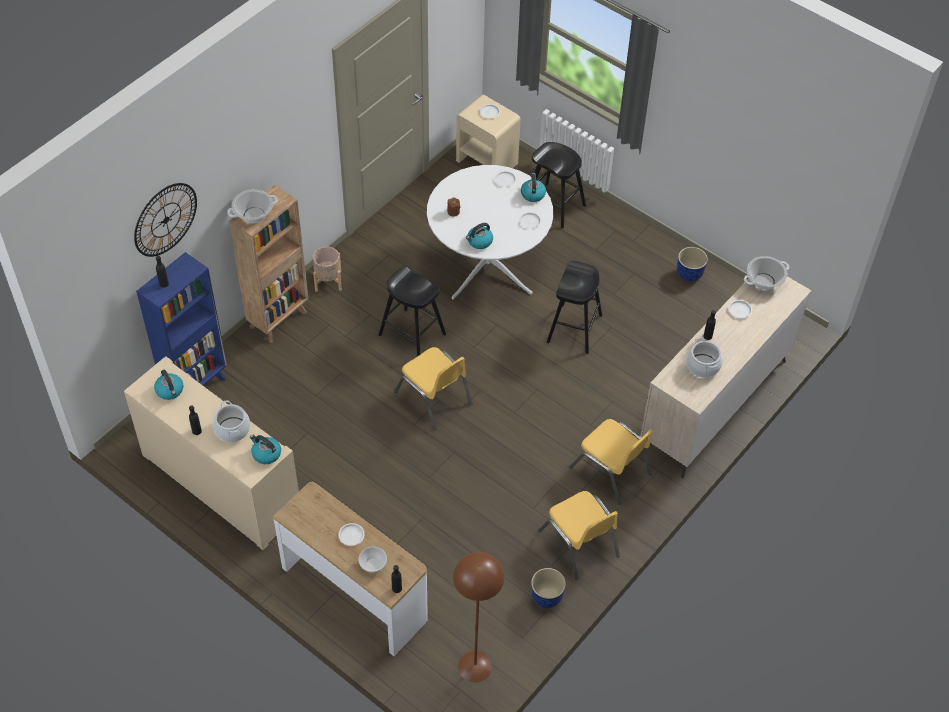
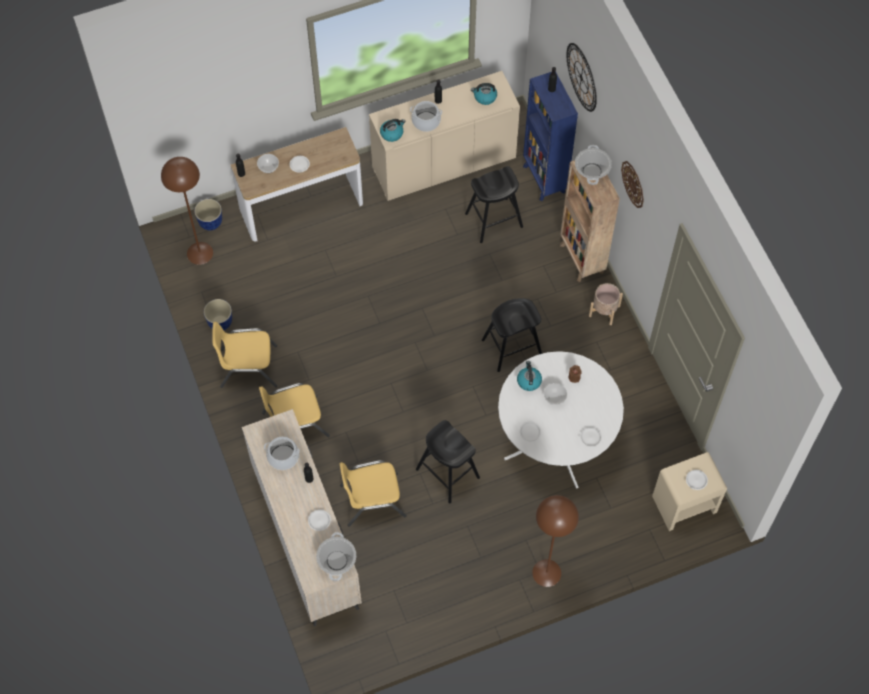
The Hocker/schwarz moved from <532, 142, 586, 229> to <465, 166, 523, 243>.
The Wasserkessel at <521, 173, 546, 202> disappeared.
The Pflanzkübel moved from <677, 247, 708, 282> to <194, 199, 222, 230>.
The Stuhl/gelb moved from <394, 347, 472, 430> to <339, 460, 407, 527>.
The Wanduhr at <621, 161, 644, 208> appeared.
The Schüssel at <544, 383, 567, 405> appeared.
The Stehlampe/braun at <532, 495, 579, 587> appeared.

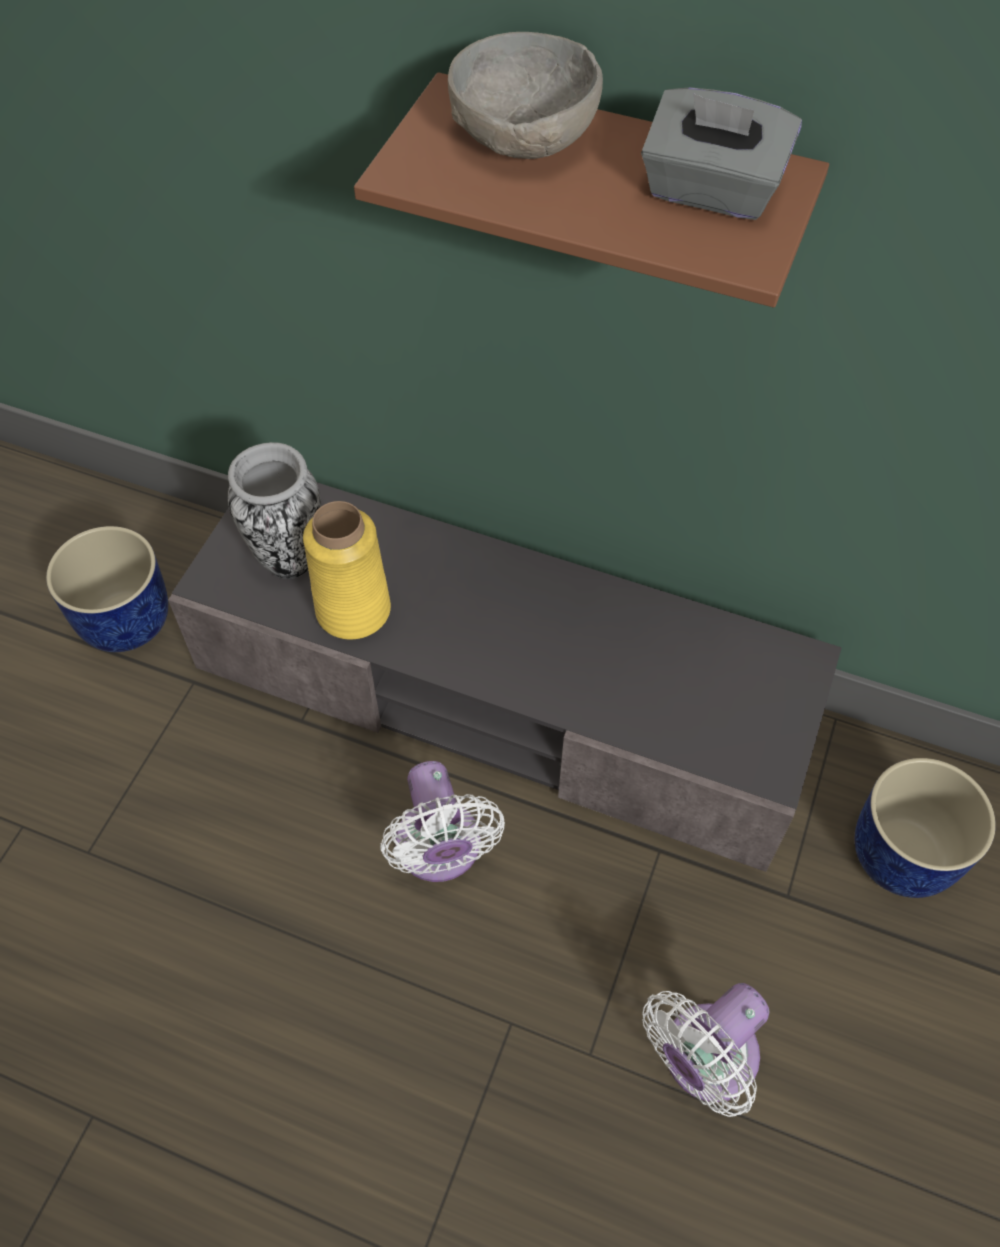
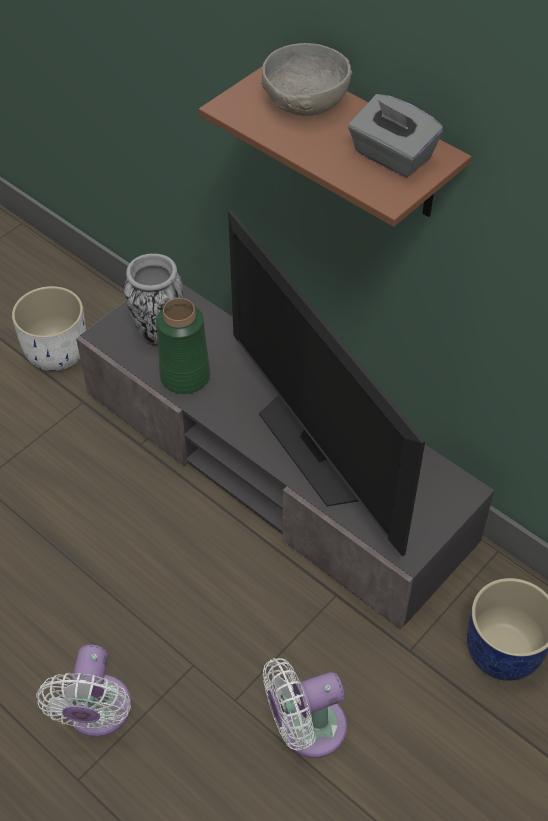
The Vase/gelb at <303, 501, 391, 640> became the Vase/grün at <156, 298, 210, 394>.
The Pflanzkübel/blau at <46, 526, 168, 652> became the Pflanzkübel/weiß at <12, 286, 86, 371>.
The Ventilator/weiß moved from <380, 761, 505, 882> to <36, 645, 131, 737>.
The Fernseher at <228, 210, 425, 556> appeared.

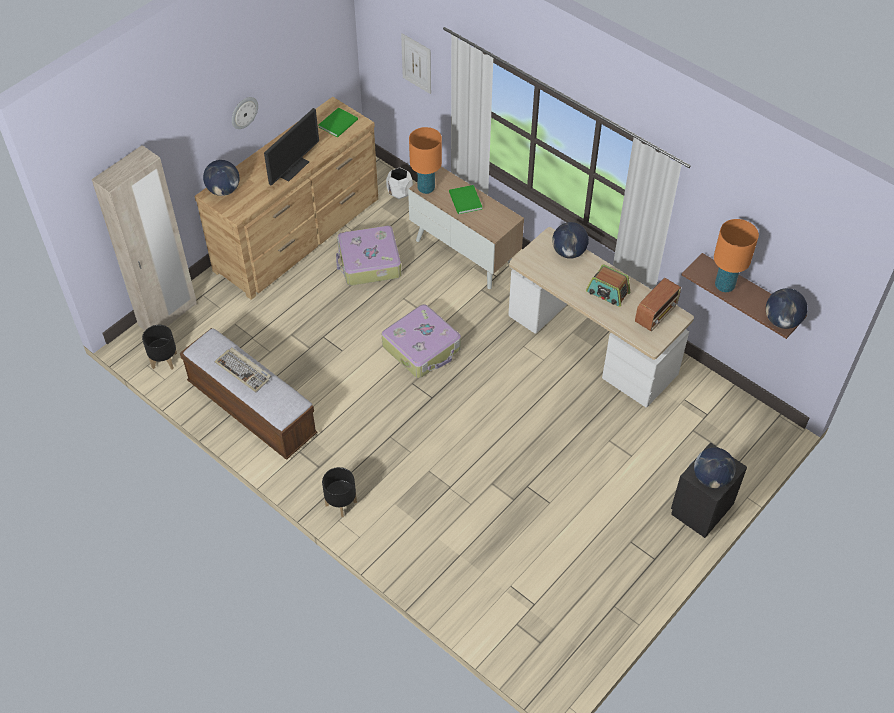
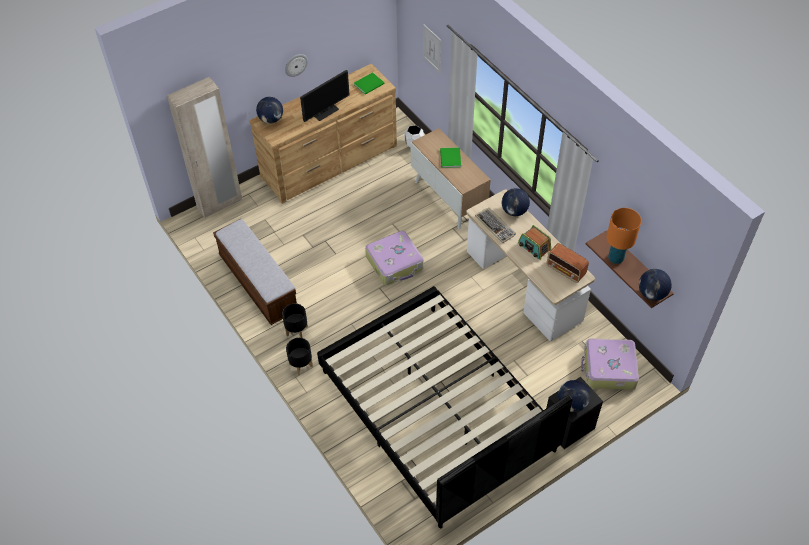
The Tischlampe/orange at <409, 127, 442, 194> disappeared.
The Koffer moved from <336, 226, 402, 286> to <581, 339, 639, 390>.
The Radio at <635, 278, 681, 331> turned 75 degrees clockwise.
The Pflanzkübel/schwarz moved from <142, 325, 177, 370> to <282, 303, 308, 338>.
The Tastatur moved from <215, 347, 271, 393> to <475, 207, 516, 243>.
The Bett/schwarz at <317, 286, 573, 529> appeared.

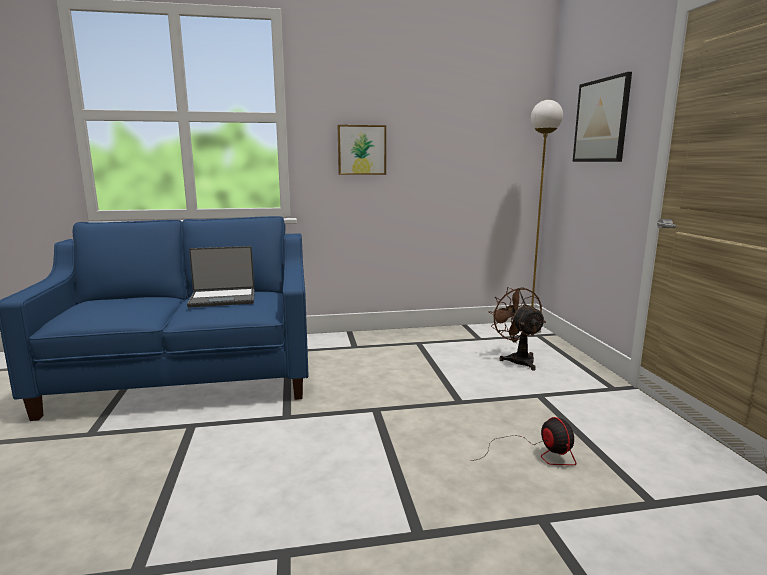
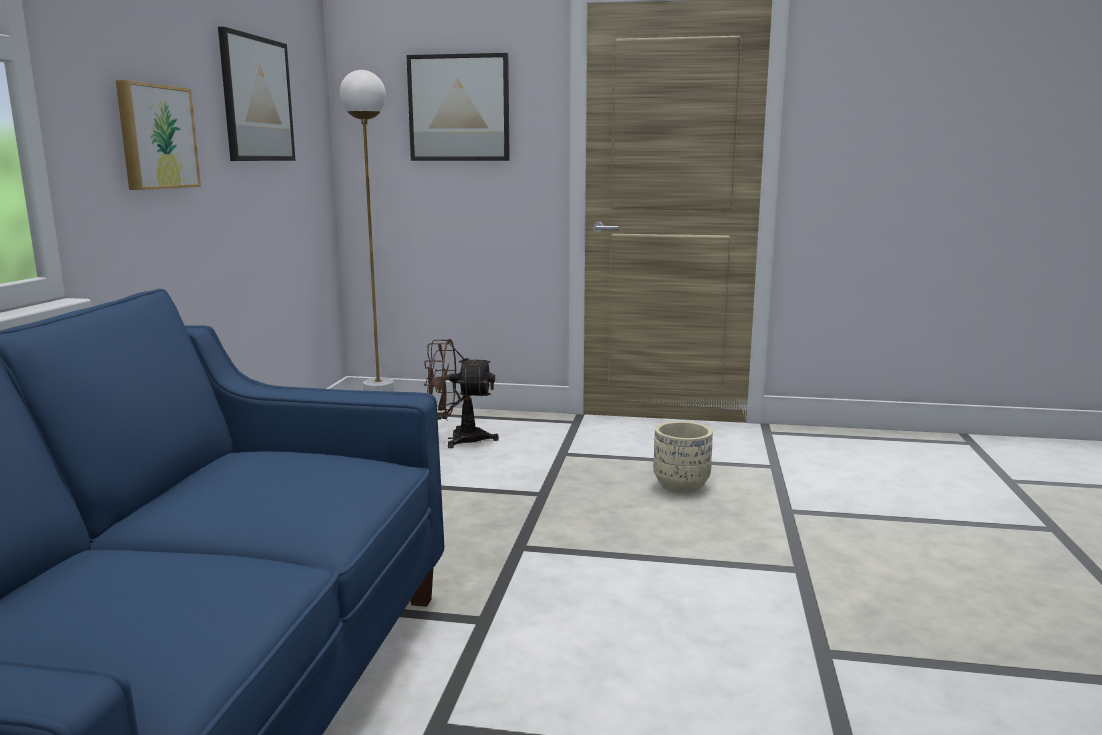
The Laptop at <187, 246, 255, 308> disappeared.
The Ventilator at <471, 417, 576, 465> was replaced by the Pflanzkübel/beige at <653, 421, 713, 494>.
The Bild at <218, 27, 295, 161> appeared.

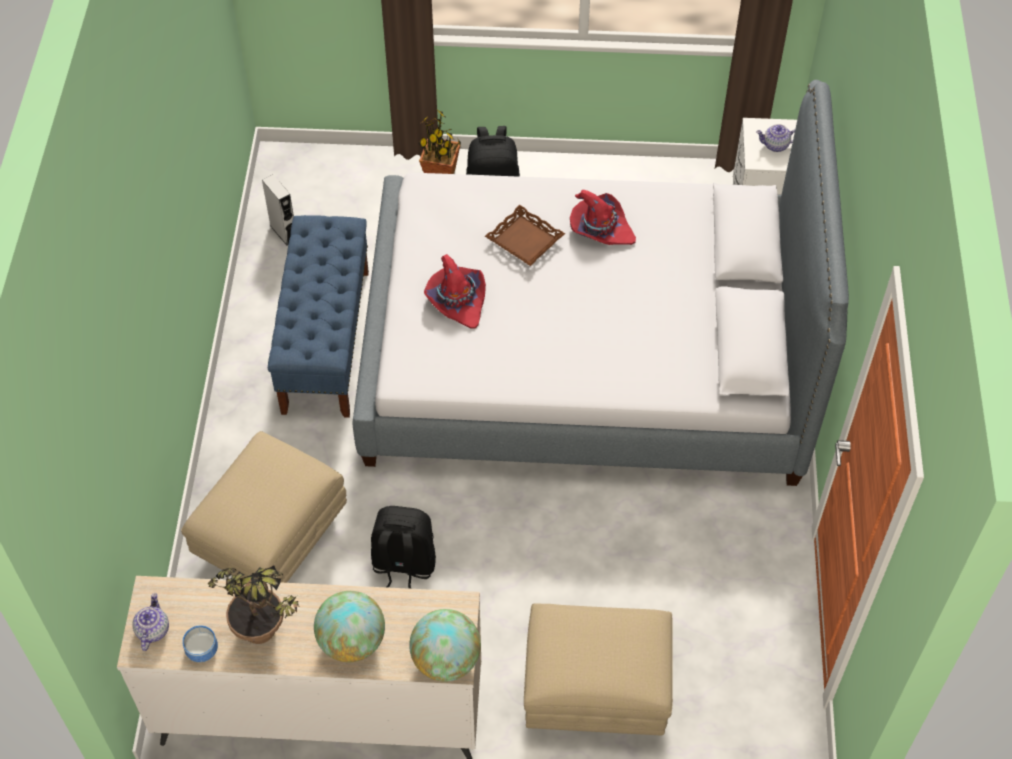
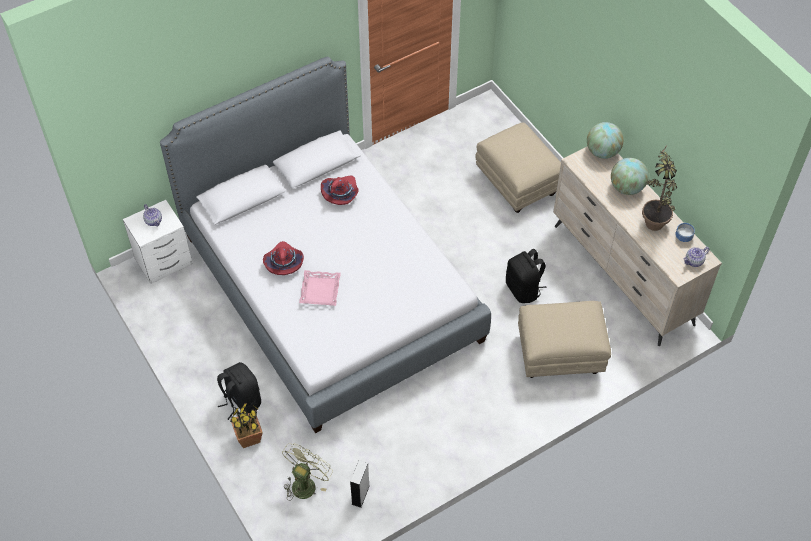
The Tablett/braun at <485, 205, 565, 266> became the Tablett/rosa at <299, 270, 341, 306>.
The Bank/blau at <268, 215, 369, 418> disappeared.
The Hut/rot moved from <424, 254, 486, 328> to <321, 175, 359, 205>.
The Ventilator/grün at <282, 443, 333, 501> appeared.

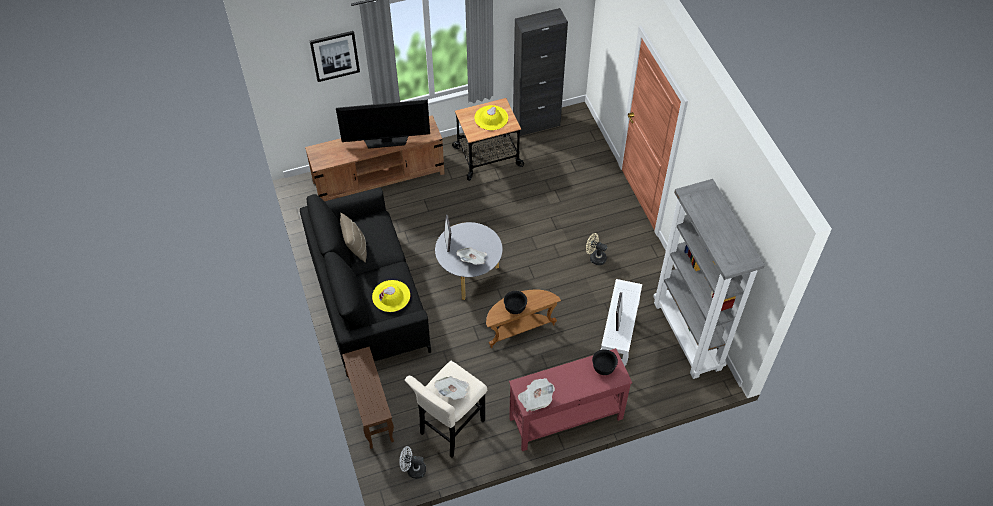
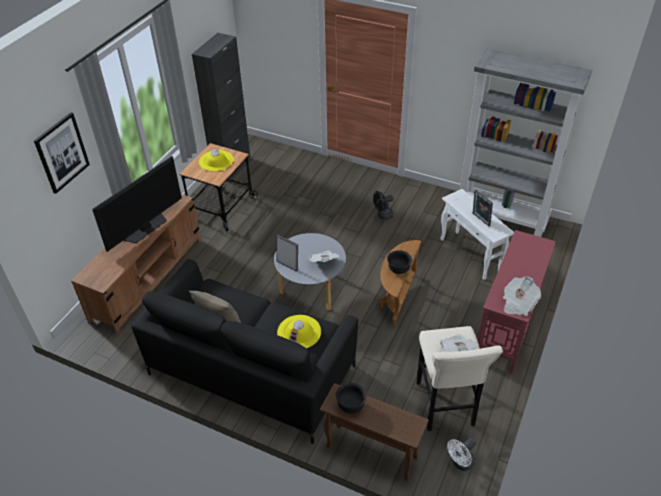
The Ventilator/beige at <586, 233, 607, 265> became the Ventilator/schwarz at <373, 191, 394, 220>.
The Schüssel/schwarz moved from <592, 349, 618, 375> to <336, 383, 366, 414>.

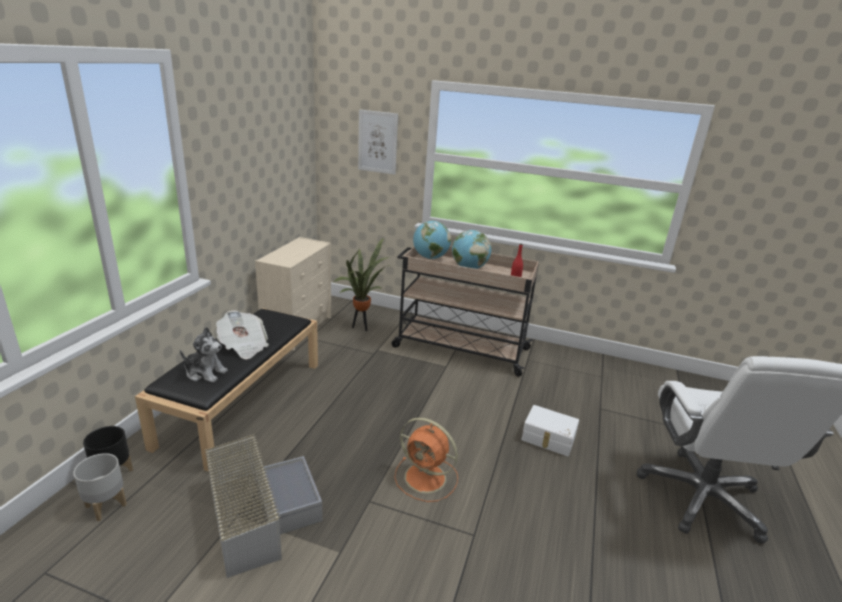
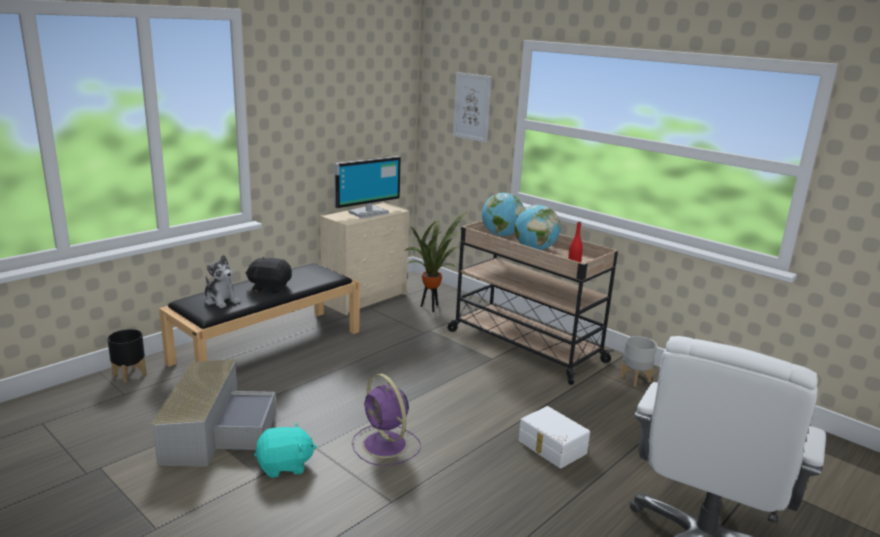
The Zeitung at <216, 310, 269, 359> was replaced by the Plüschtier/schwarz at <246, 257, 292, 293>.
The Ventilator/orange at <394, 418, 458, 502> became the Ventilator/lila at <352, 373, 421, 466>.
The Pflanzkübel/grau moved from <73, 453, 127, 521> to <620, 336, 657, 386>.
The Monitor at <334, 156, 401, 218> appeared.
The Plüschtier/türkis at <254, 423, 317, 478> appeared.

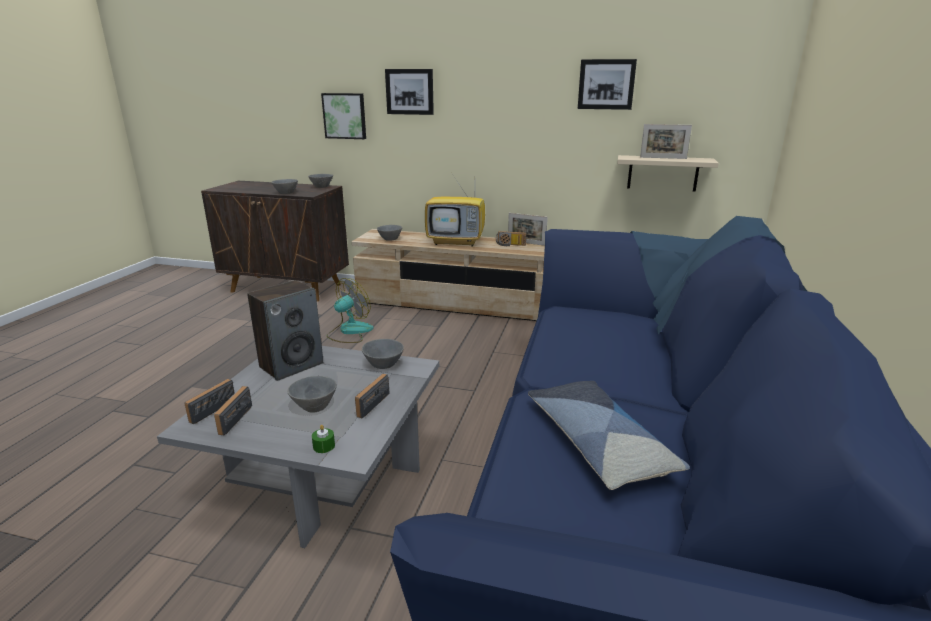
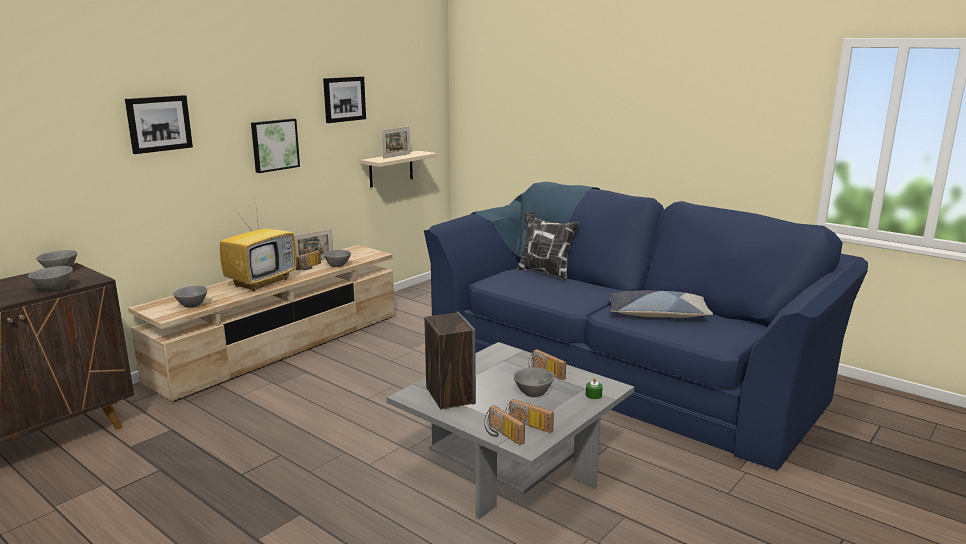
The Bild moved from <321, 93, 366, 139> to <251, 119, 300, 173>.
The Ventilator at <327, 278, 374, 343> disappeared.
The Schüssel/grau moved from <362, 339, 404, 369> to <323, 250, 351, 267>.
The Kissen at <517, 211, 579, 281> appeared.

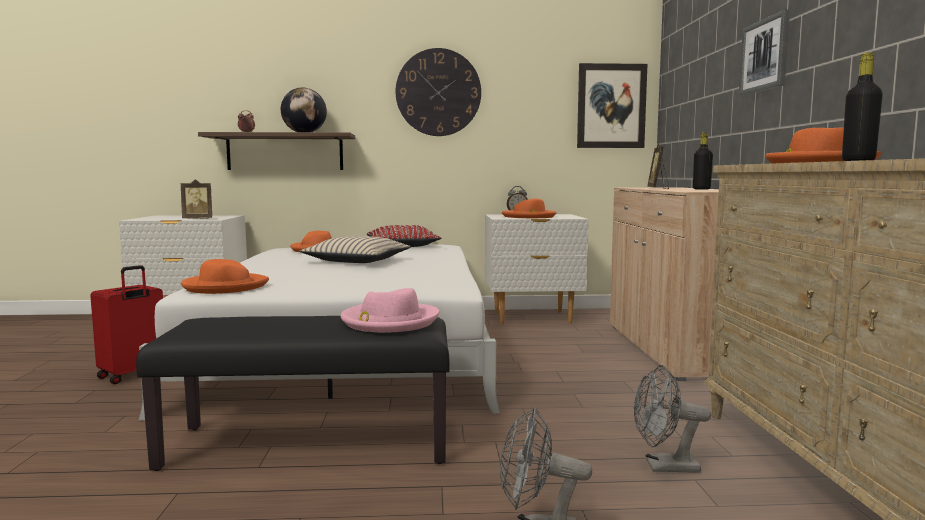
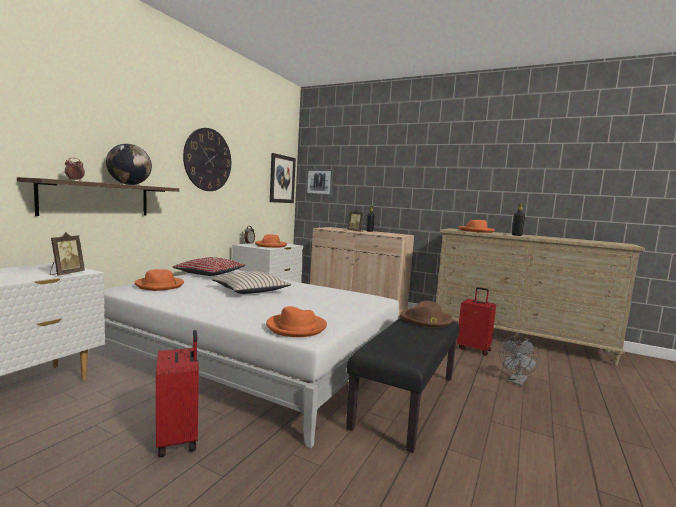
The Bild moved from <739, 10, 790, 96> to <306, 169, 334, 196>.
The Hut/rosa at <341, 288, 439, 332> became the Hut/braun at <400, 301, 453, 327>.
The Ventilator/grau at <634, 365, 711, 473> was replaced by the Koffer/rot at <457, 287, 496, 356>.

